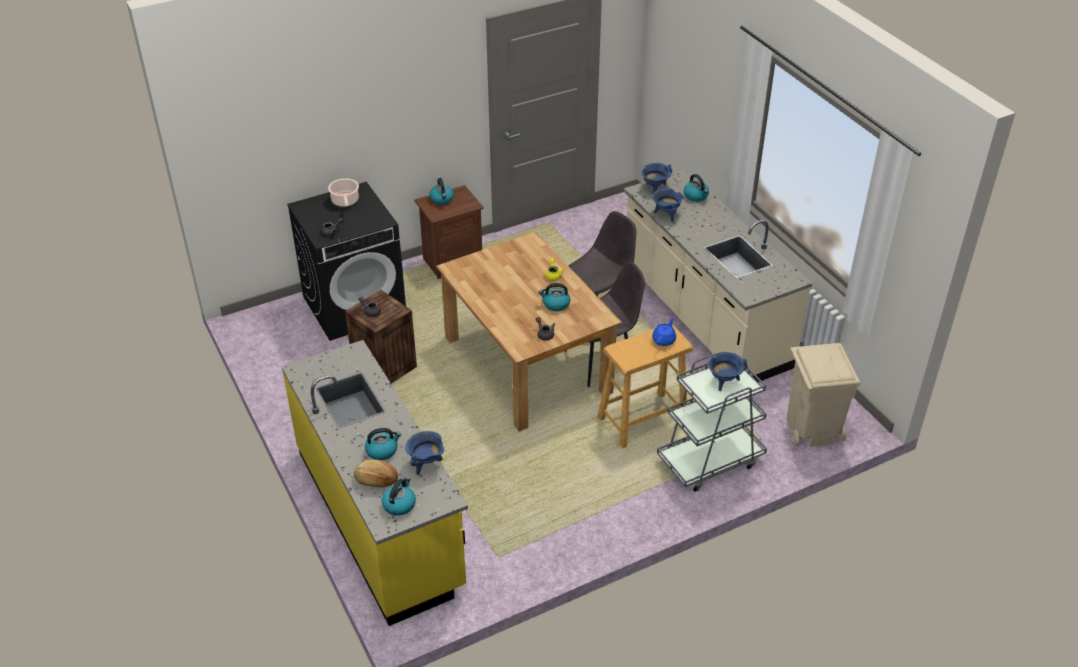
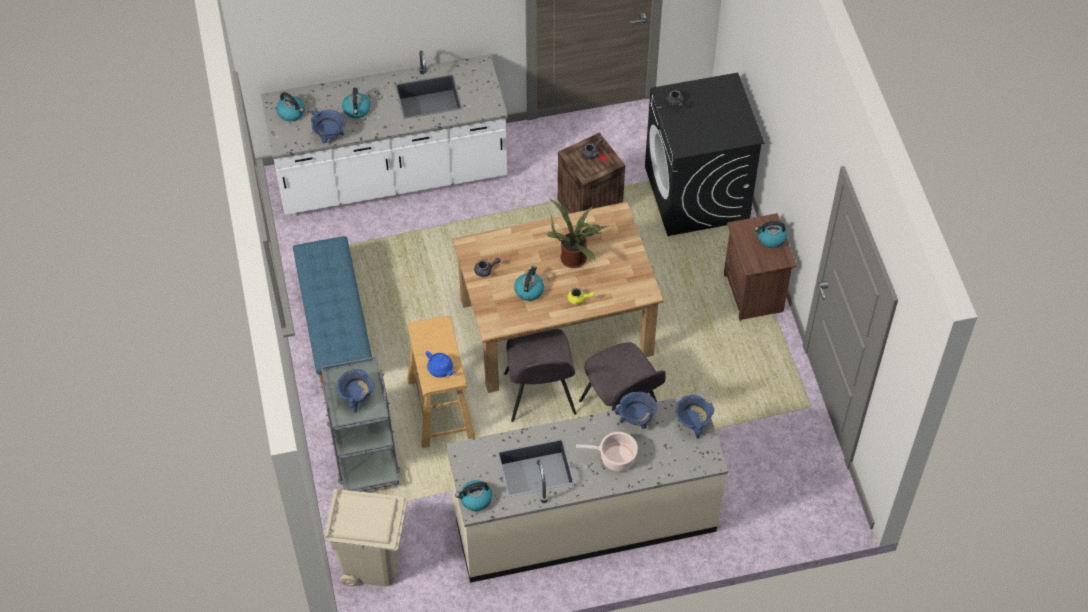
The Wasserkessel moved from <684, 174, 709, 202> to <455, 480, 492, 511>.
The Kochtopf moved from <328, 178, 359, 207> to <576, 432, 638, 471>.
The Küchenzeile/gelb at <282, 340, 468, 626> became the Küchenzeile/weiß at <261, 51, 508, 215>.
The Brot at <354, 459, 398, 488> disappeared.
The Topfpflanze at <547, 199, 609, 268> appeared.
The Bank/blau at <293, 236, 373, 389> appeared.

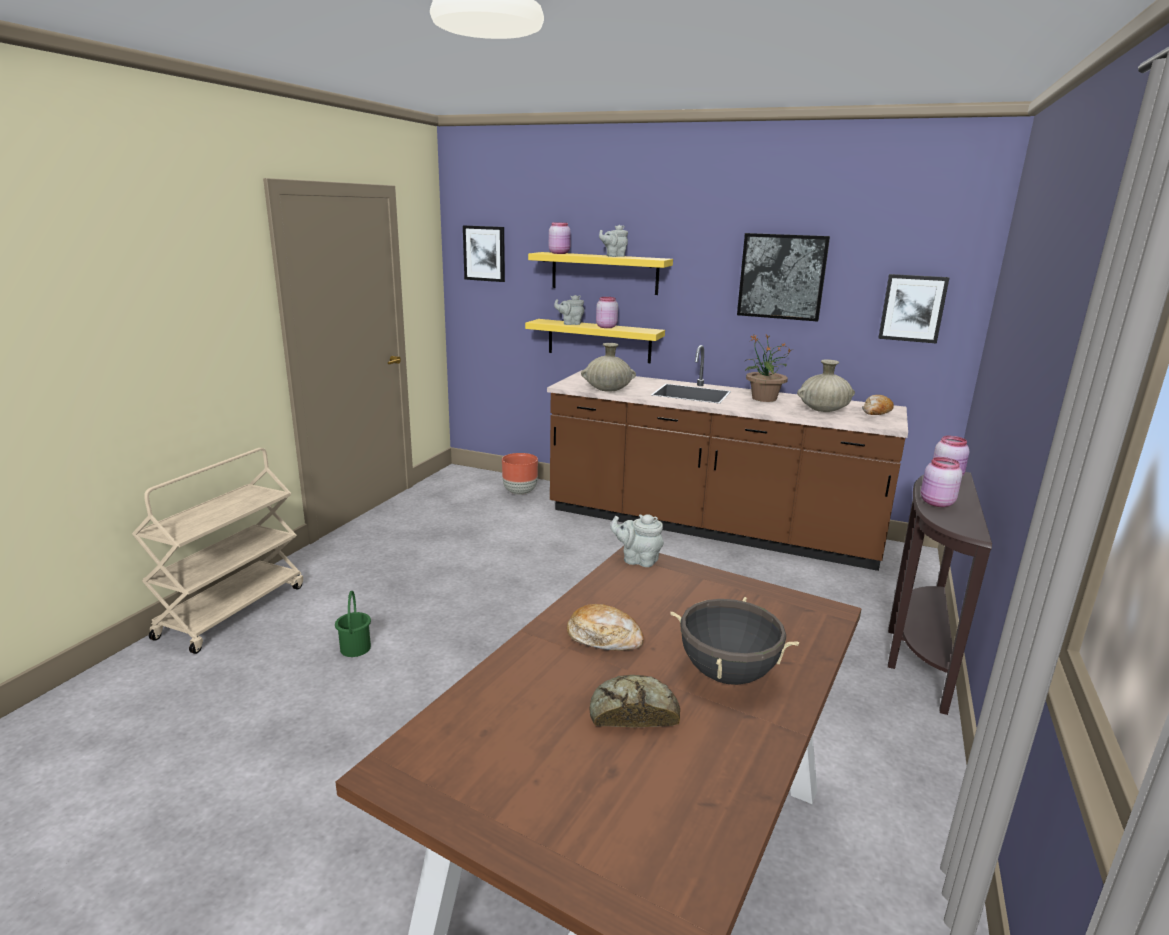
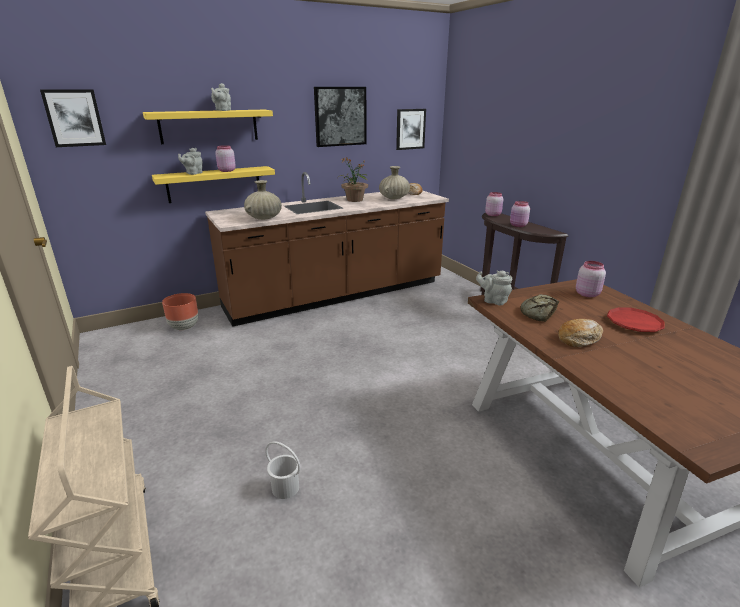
The Vorratsglas/rosa moved from <549, 222, 571, 254> to <576, 261, 606, 297>.
The Teekanne/grau at <610, 514, 664, 567> turned 60 degrees clockwise.
The Eimer/grün at <335, 591, 371, 657> became the Eimer/weiß at <265, 441, 301, 499>.
The Kochtopf/schwarz at <670, 597, 799, 685> was replaced by the Teller/rot at <607, 307, 665, 332>.
The Brot moved from <589, 675, 680, 727> to <521, 294, 559, 322>.

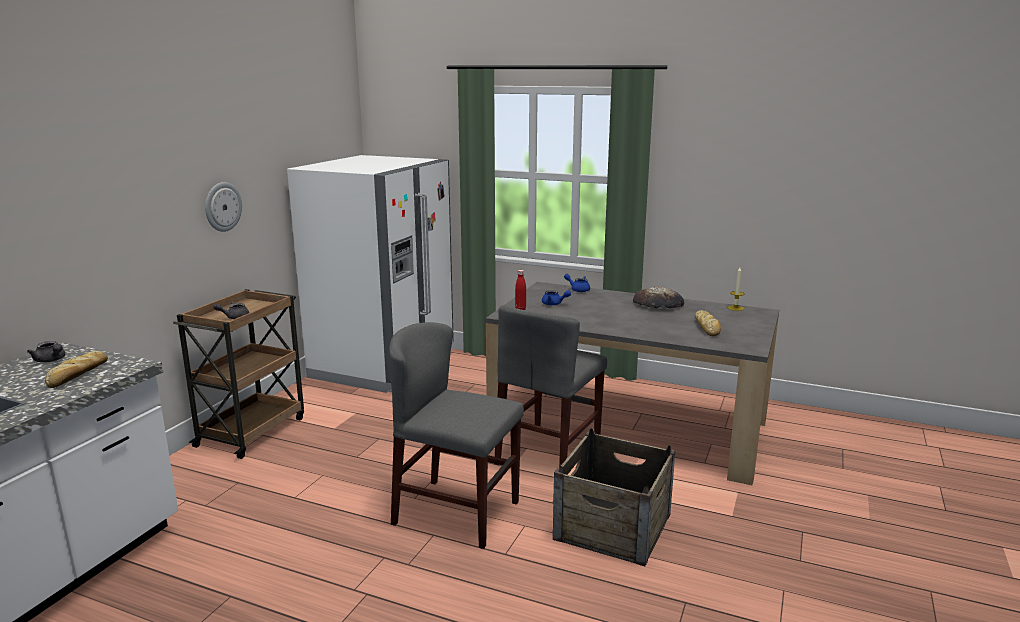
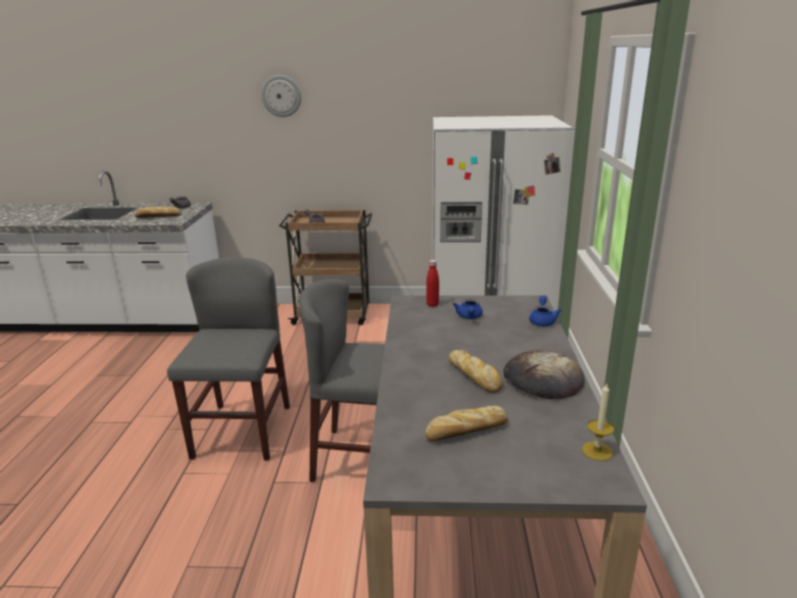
The Wanduhr moved from <205, 182, 242, 232> to <261, 75, 301, 117>.
The Kiste at <553, 428, 675, 566> disappeared.
The Brot at <448, 350, 503, 393> appeared.

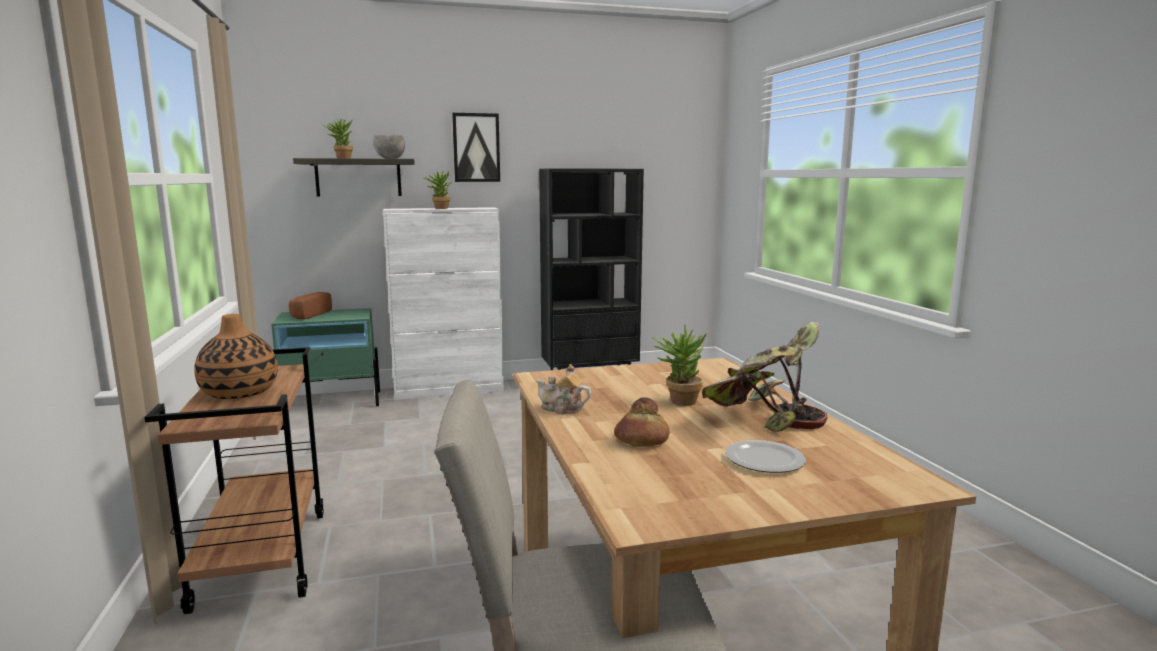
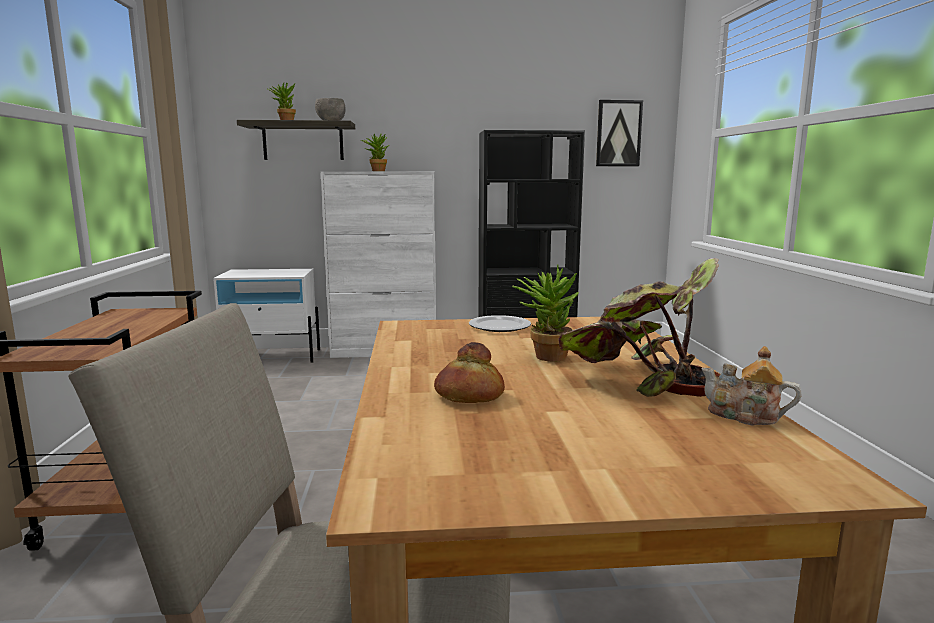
The Bild moved from <452, 113, 500, 182> to <596, 100, 643, 166>.
The Brot at <289, 292, 332, 319> disappeared.
The Nachttisch/grün at <271, 308, 380, 406> became the Nachttisch/weiß at <213, 269, 320, 363>.
The Vase at <194, 314, 278, 399> disappeared.
The Teekanne moved from <537, 364, 591, 414> to <701, 346, 802, 426>.
The Teller moved from <725, 440, 806, 473> to <469, 315, 531, 332>.

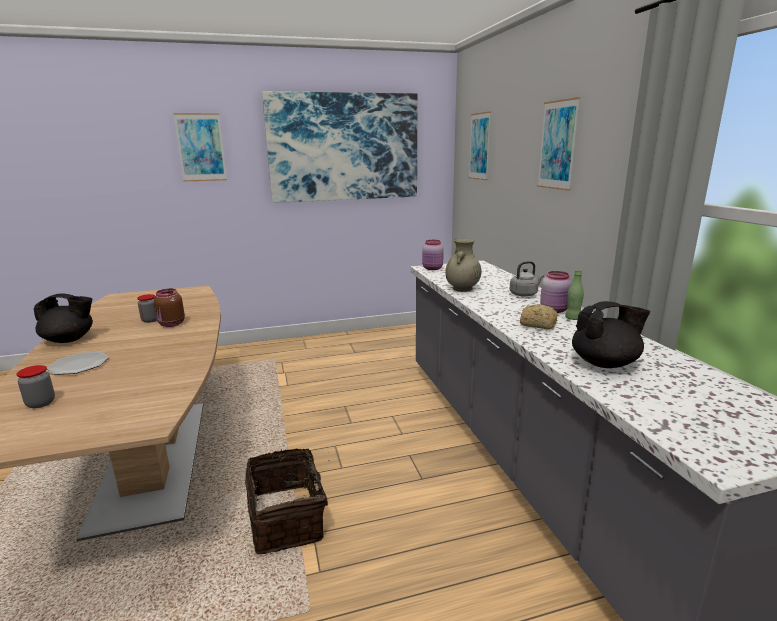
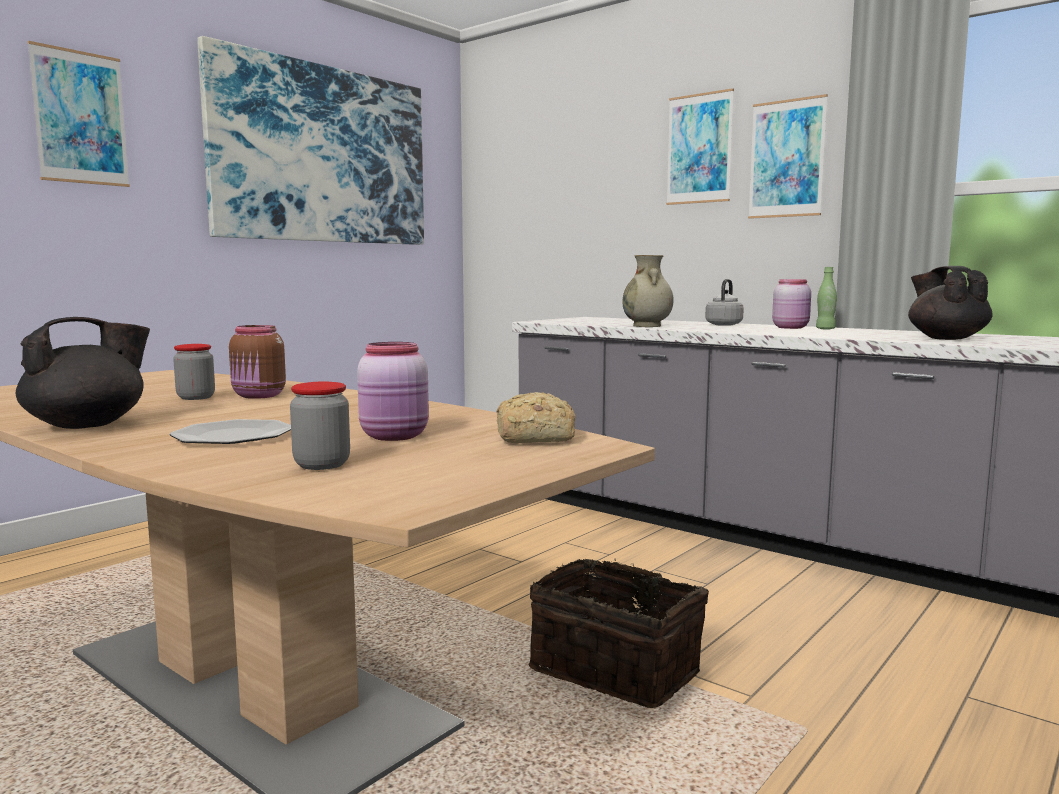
The Bild moved from <468, 111, 491, 180> to <748, 94, 828, 219>.
The Vorratsglas/rosa moved from <422, 240, 444, 270> to <357, 342, 429, 441>.
The Teekanne/schwarz at <572, 301, 650, 368> turned 60 degrees counterclockwise.
The Brot moved from <520, 304, 558, 329> to <496, 392, 575, 443>.

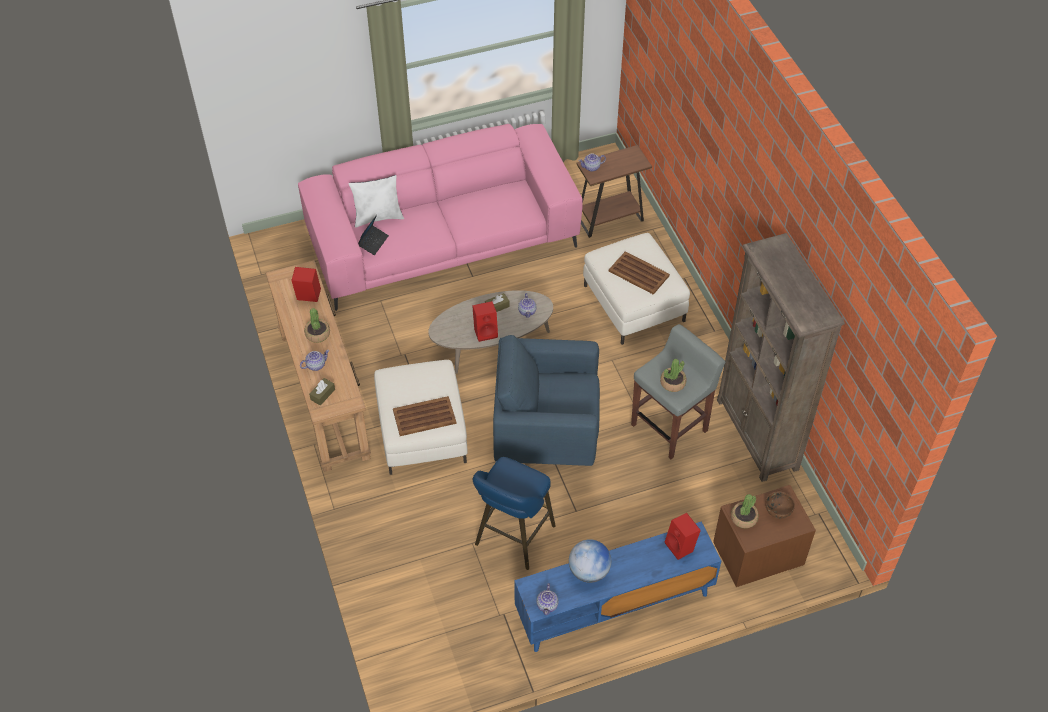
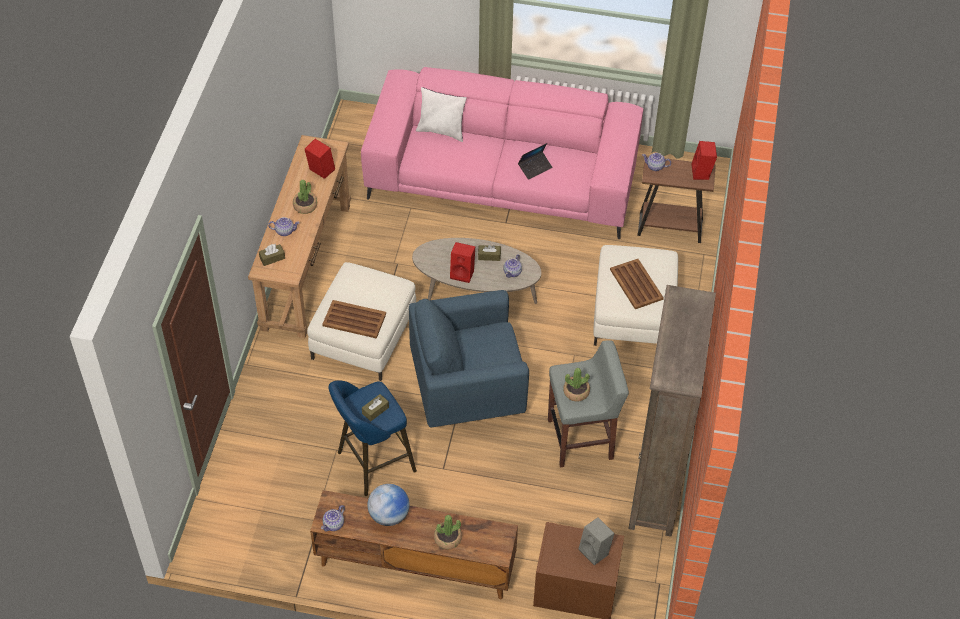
The Laptop moved from <358, 215, 389, 255> to <518, 143, 553, 180>.
The Sessel/blau at <493, 335, 600, 466> turned 45 degrees counterclockwise.
The Schüssel/braun at <765, 491, 795, 519> was replaced by the Lautsprecher/grau at <579, 518, 614, 566>.
The Topfpflanze moved from <731, 494, 759, 528> to <434, 515, 462, 549>.
The Lautsprecher/rot moved from <665, 513, 701, 560> to <692, 141, 717, 180>.
The Fernsehschrank/blau at <514, 521, 721, 652> became the Fernsehschrank/braun at <310, 490, 518, 599>.
The Taschentuchbox/braun at <362, 394, 389, 421> appeared.

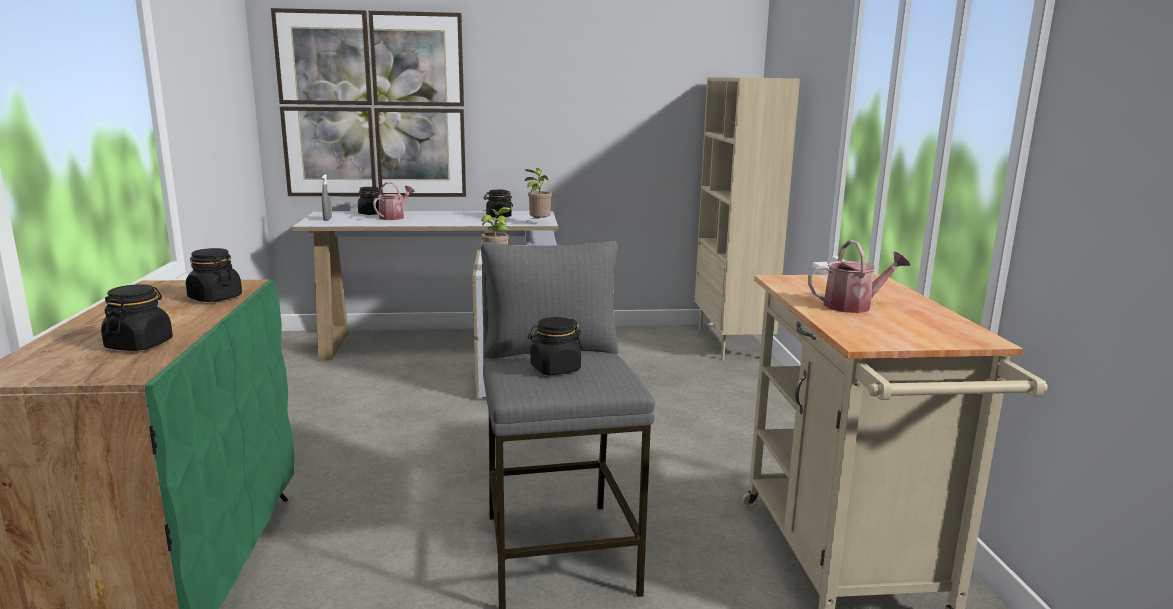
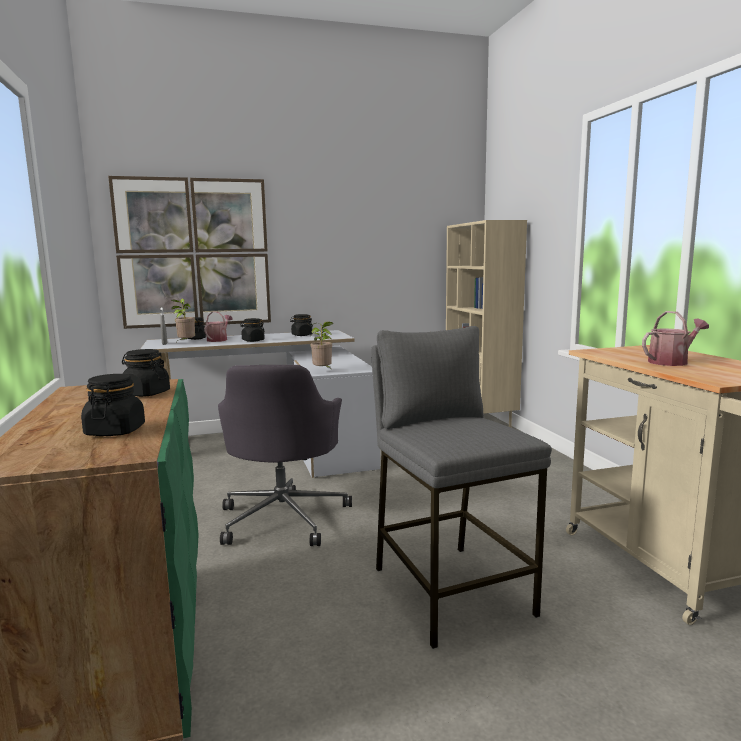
The Topfpflanze moved from <525, 168, 552, 223> to <171, 298, 195, 340>.
The Vorratsglas/schwarz moved from <528, 317, 582, 375> to <240, 318, 265, 342>.
The Bürostuhl/grau at <218, 365, 352, 546> appeared.

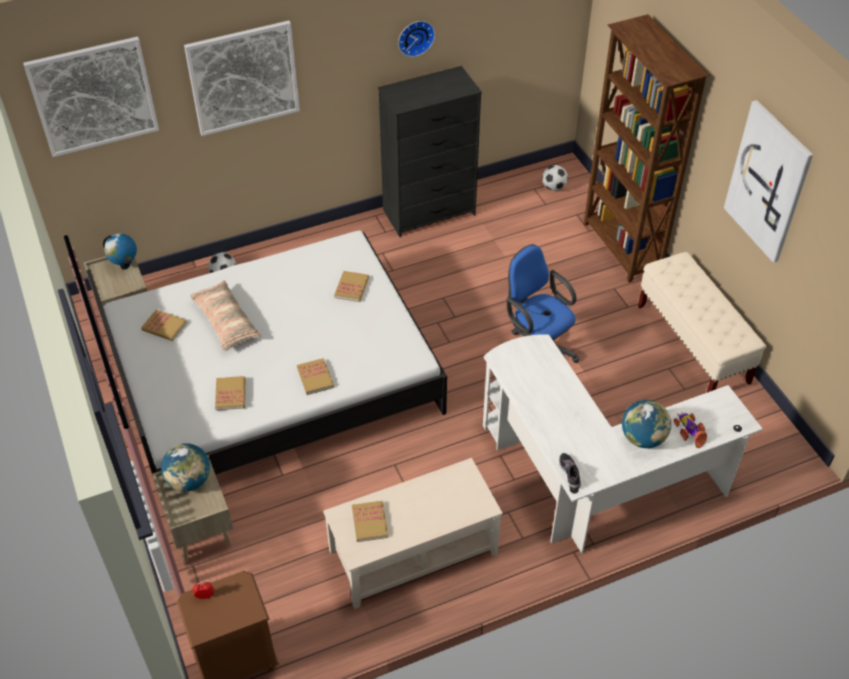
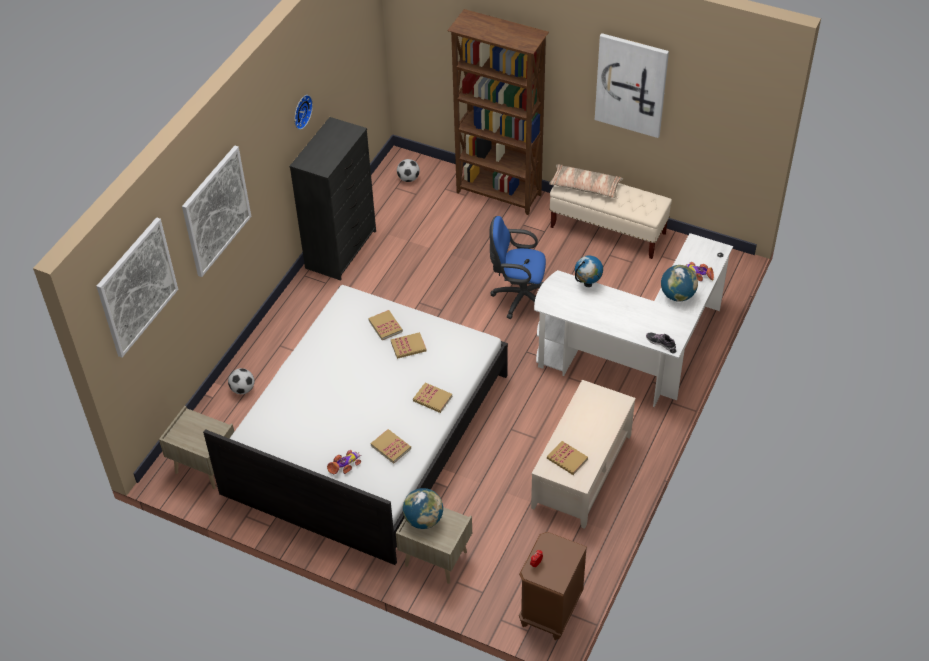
The Globus moved from <103, 234, 137, 270> to <575, 255, 603, 287>.
The Kissen moved from <190, 281, 261, 351> to <549, 164, 623, 198>.
The Buch moved from <141, 310, 187, 341> to <391, 332, 427, 359>.
The Spielzeugauto at <327, 450, 362, 474> appeared.

